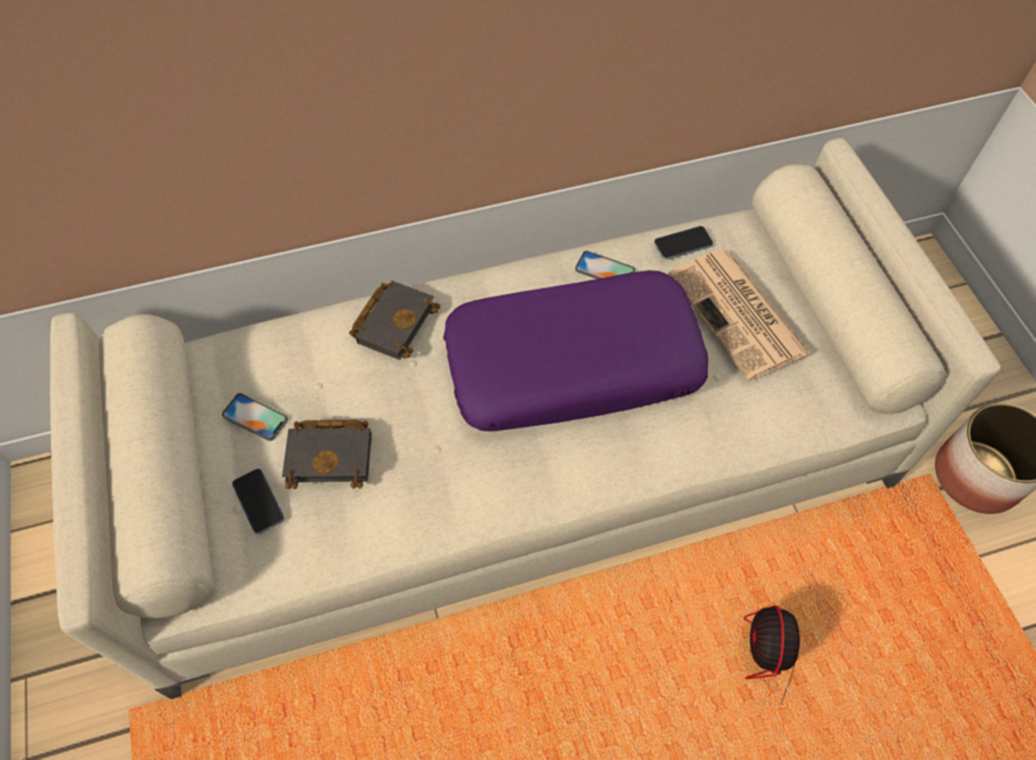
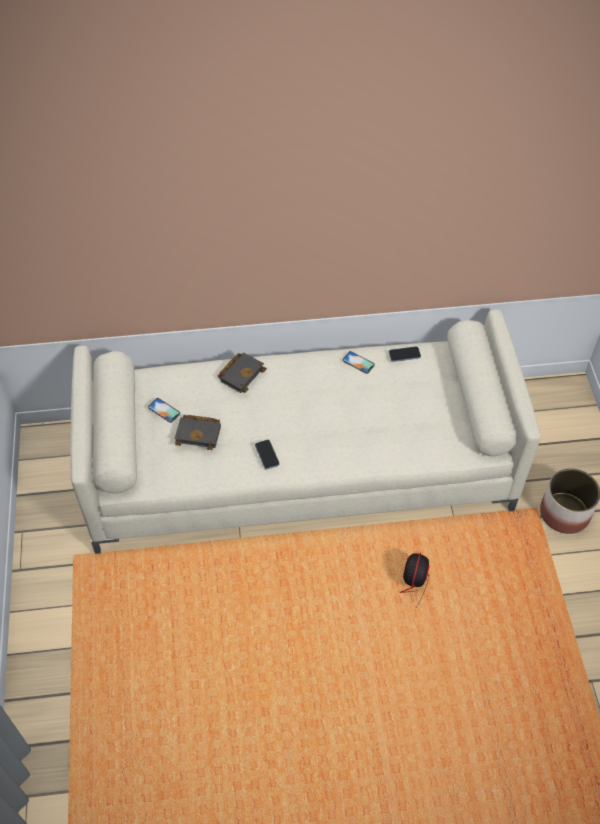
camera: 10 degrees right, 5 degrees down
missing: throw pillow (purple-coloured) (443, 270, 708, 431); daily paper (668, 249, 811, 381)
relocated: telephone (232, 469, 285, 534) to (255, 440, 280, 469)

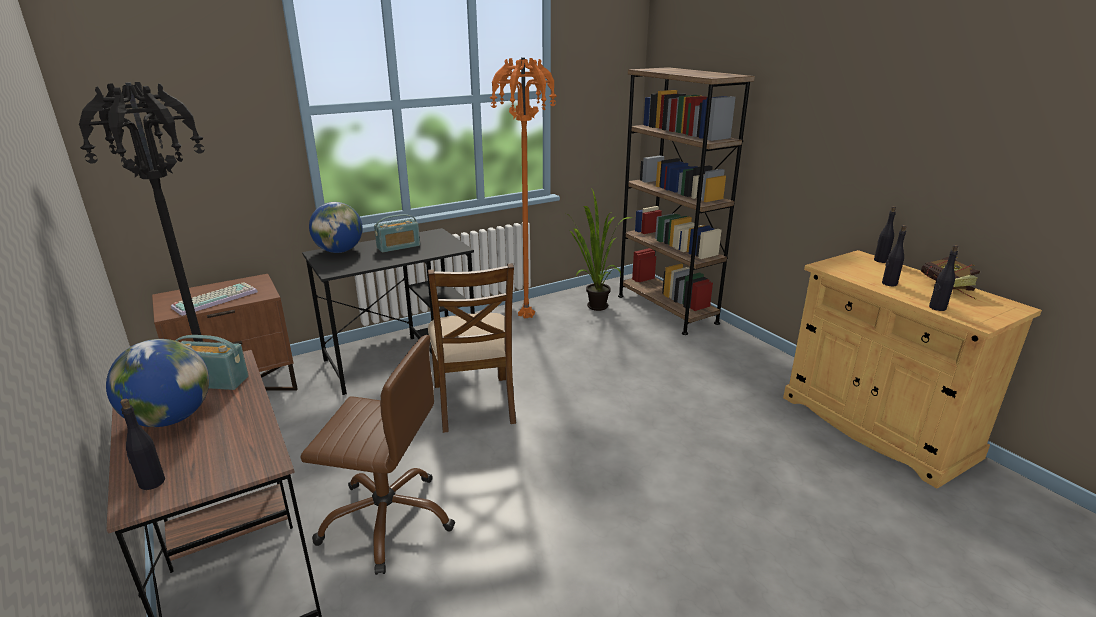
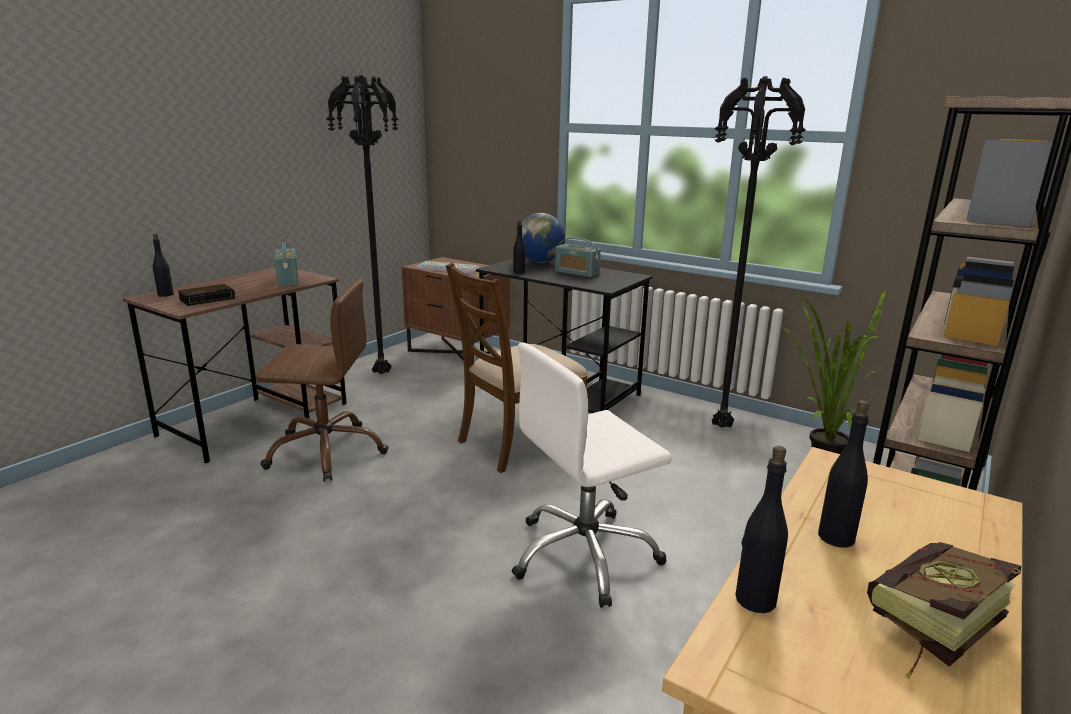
camera: 65 degrees right, 5 degrees down
missing: globe (106, 339, 209, 427)
appeared: table clock (178, 284, 235, 306); desk chair (white) (512, 343, 672, 608)
relocated: beverage bottle (black-coloured) (874, 206, 896, 263) to (513, 220, 526, 274)
colour: standard lamp (orange) (490, 57, 557, 319) to standard lamp (black-coloured) (712, 76, 806, 428)
spun: desk chair (brown-coloured) (300, 335, 455, 575) = (256, 279, 389, 482) 75 degrees counterclockwise

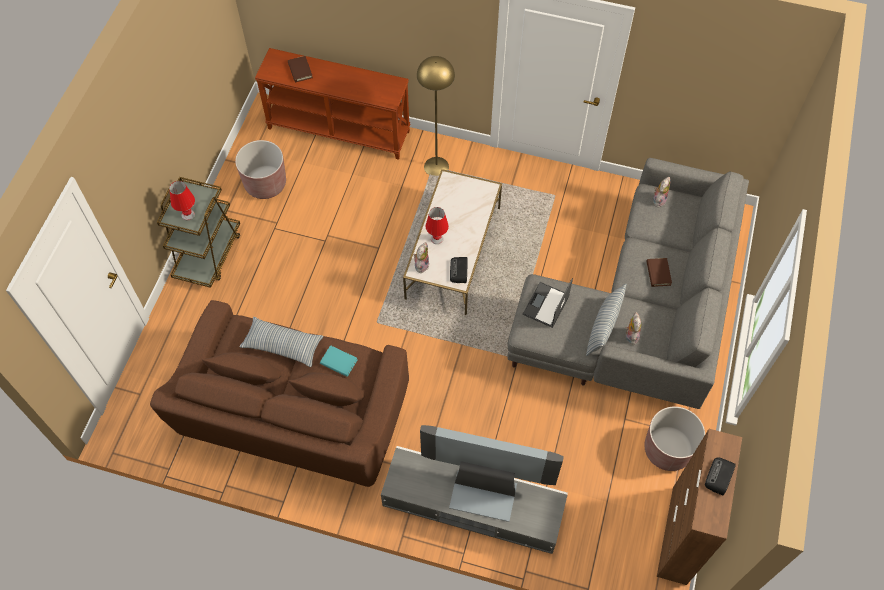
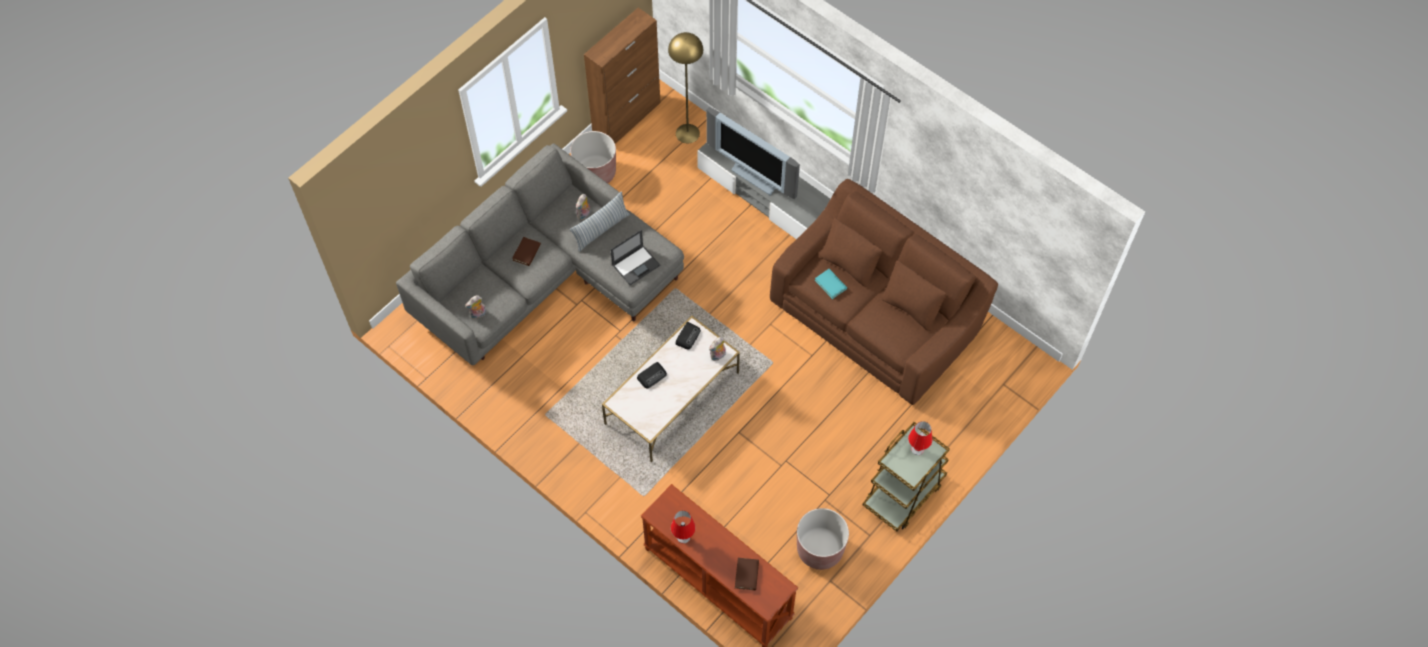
camera: 155 degrees left, 0 degrees up
missing: throw pillow (239, 317, 324, 367)
relocated: standard lamp (yellow-coloured) (417, 56, 455, 176) to (668, 32, 703, 143); tabletop lamp (red) (425, 207, 449, 244) to (671, 511, 695, 543); radio set (705, 457, 736, 496) to (637, 362, 667, 388)

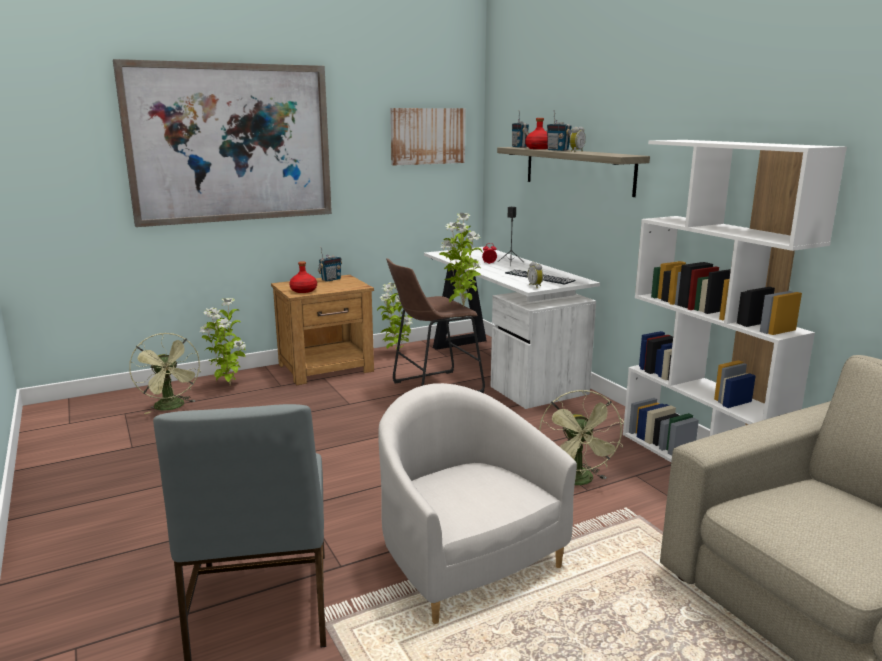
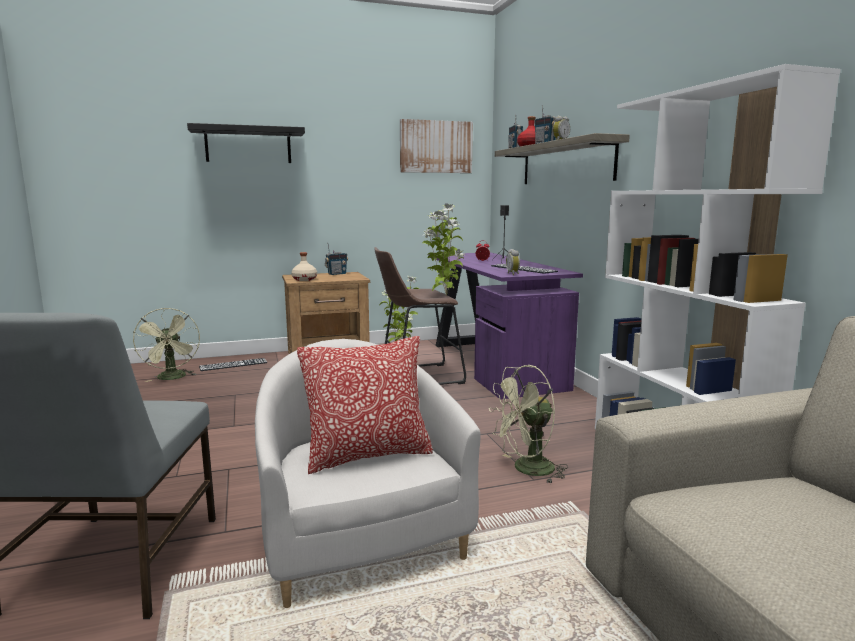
camera: 10 degrees right, 5 degrees down
appeared: throw pillow (297, 336, 433, 474)
exchanged: wall art (113, 59, 332, 227) to wall shelf (black-coloured) (187, 123, 305, 163); potted plant (199, 298, 246, 386) to keyboard (199, 358, 267, 371)
colour: beverage bottle (red) (289, 261, 317, 293) to beverage bottle (beige-coloured) (291, 252, 317, 281); desk table (white) (424, 247, 600, 409) to desk table (purple-coloured) (431, 252, 583, 400)
spun: cooling fan (green-coloured) (539, 390, 624, 485) = (489, 365, 568, 484) 60 degrees clockwise

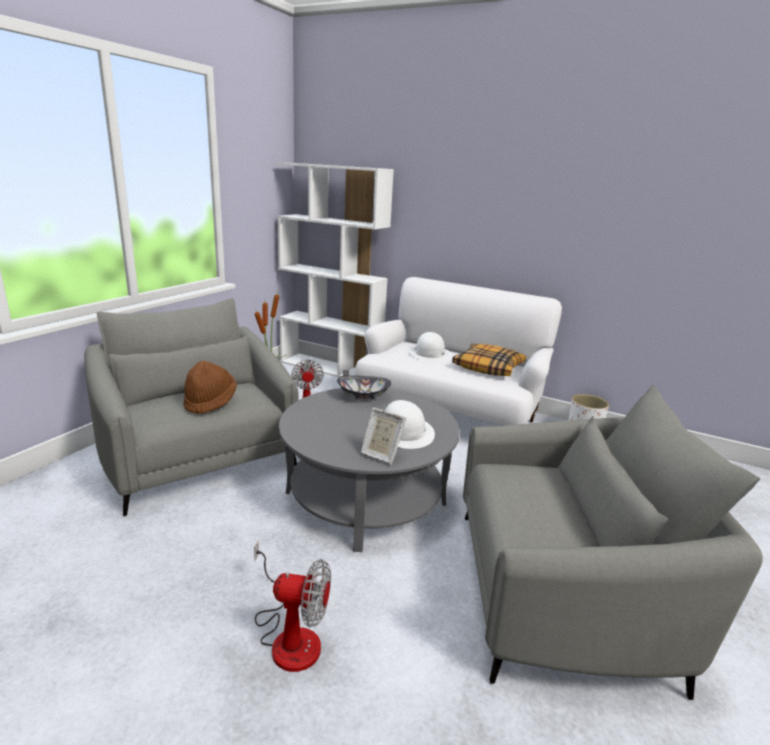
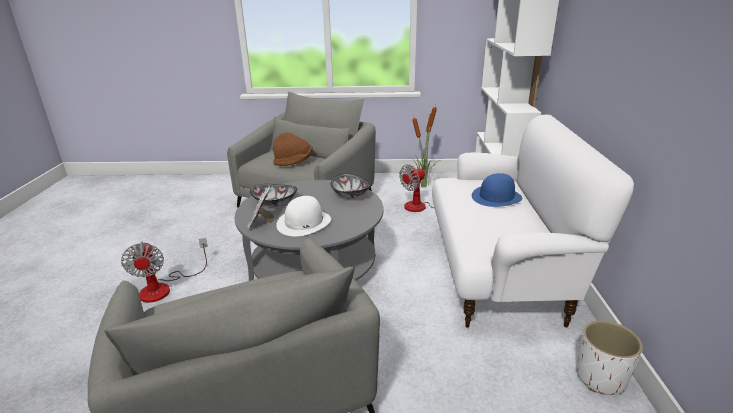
camera: 65 degrees right, 5 degrees up
missing: throw pillow (452, 344, 526, 376)
appeared: serving bowl (250, 184, 297, 207)
colour: clothing hat (white) (409, 332, 452, 362) to clothing hat (blue-coloured) (472, 173, 522, 207)

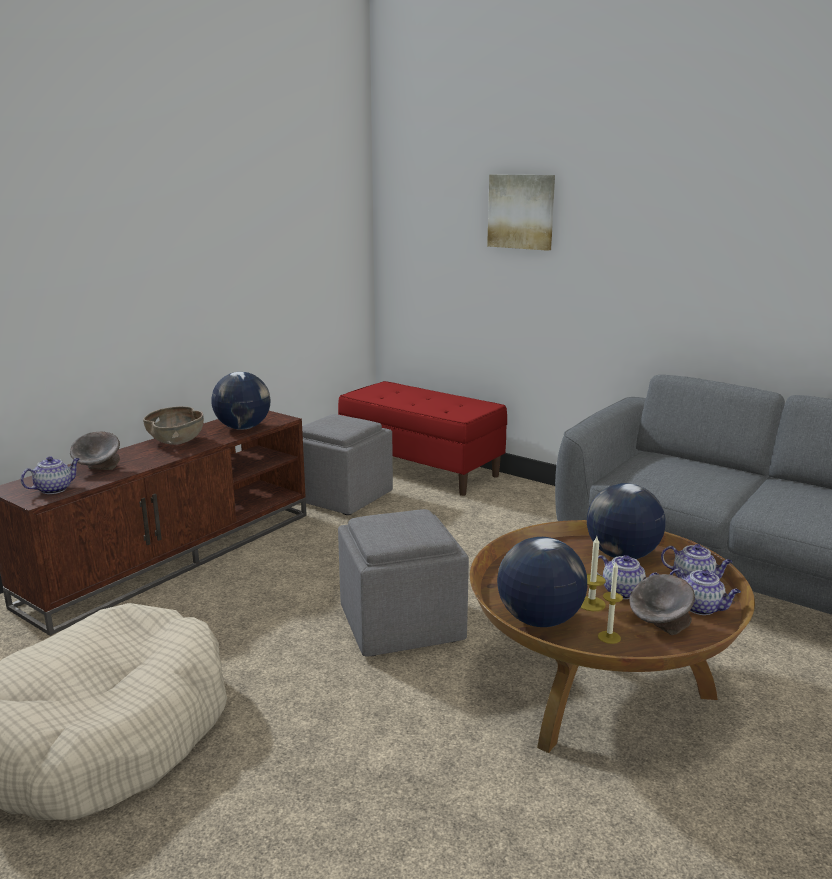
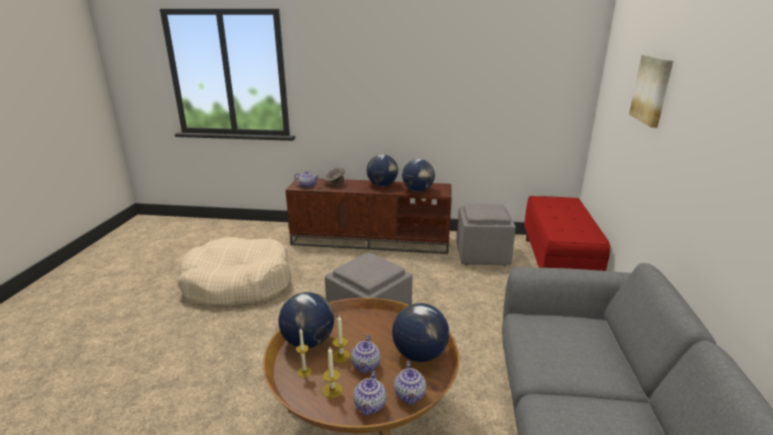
camera: 60 degrees right, 5 degrees up
exchanged: serving bowl (brown-coloured) (143, 406, 204, 445) to globe (367, 154, 398, 186); serving bowl (gray) (629, 574, 695, 635) to candle (322, 347, 343, 398)

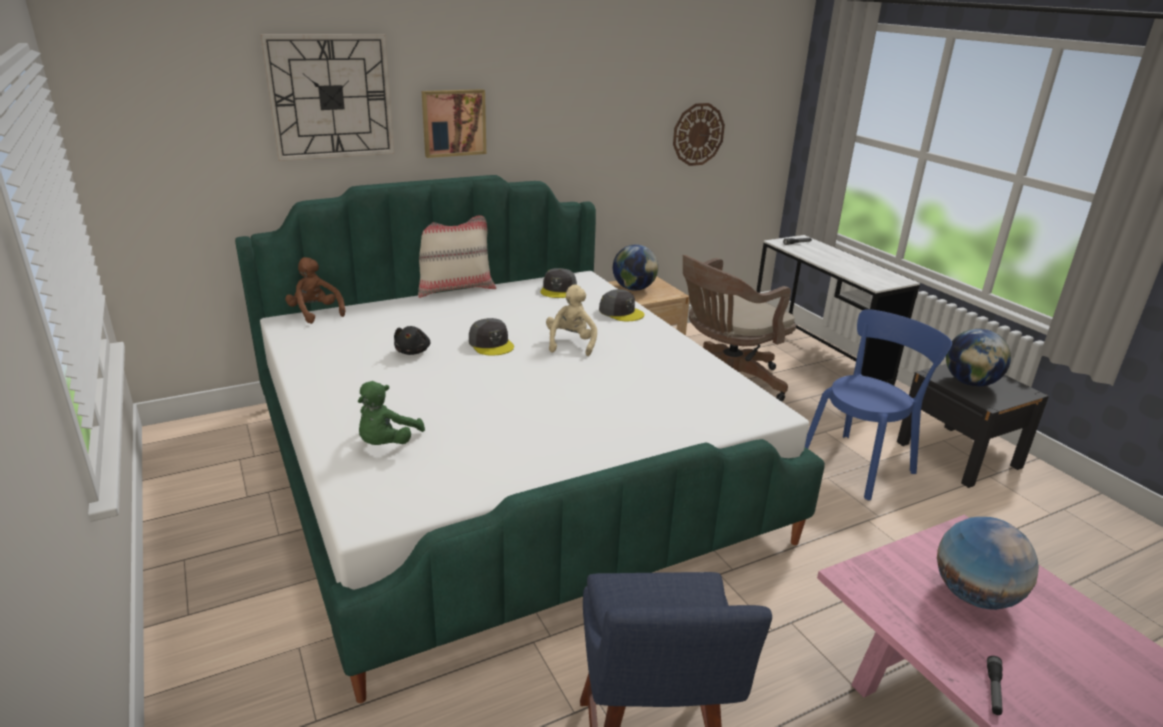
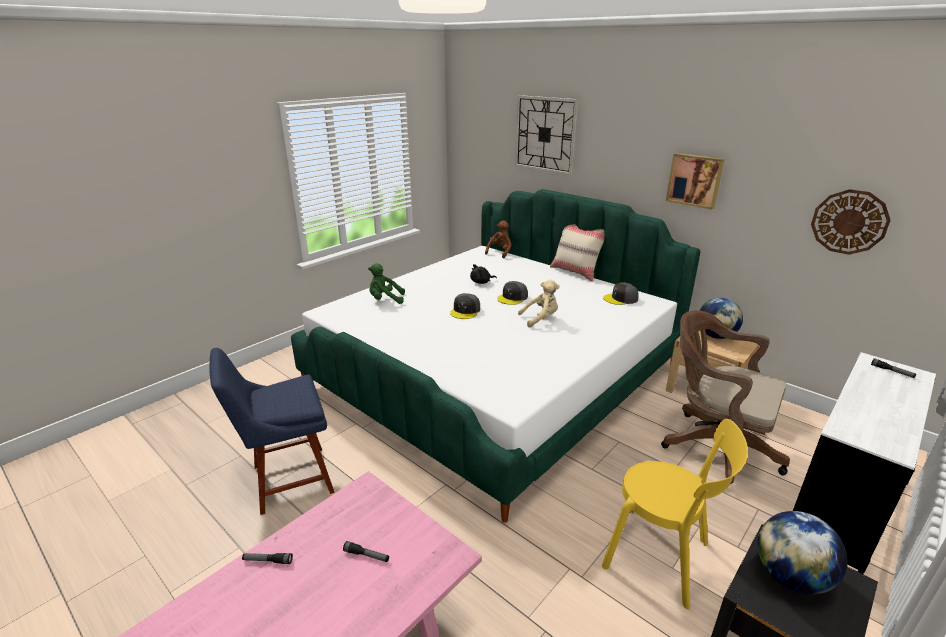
camera: 70 degrees right, 0 degrees up
relocated: wall art (422, 89, 486, 158) to (666, 153, 724, 209); cap (gray) (599, 289, 644, 321) to (450, 293, 480, 319)
exchanged: globe (937, 517, 1039, 610) to flashlight (343, 541, 389, 562)
colour: upright chair (blue-coloured) (805, 309, 952, 500) to upright chair (yellow-coloured) (602, 419, 748, 610)

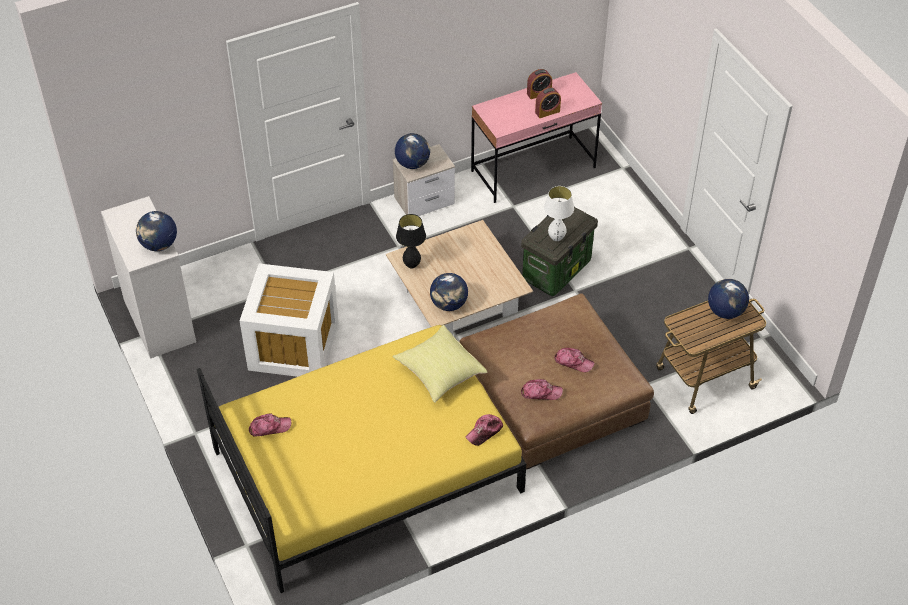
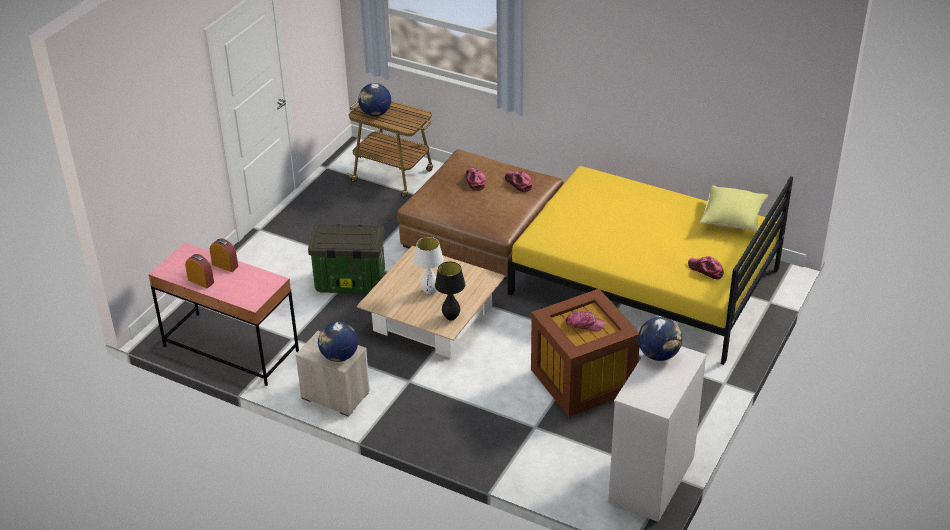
camera: 125 degrees left, 10 degrees down
missing: globe (430, 273, 468, 311)
relocated: throw pillow (yellow-coloured) (392, 325, 487, 403) to (699, 185, 768, 232); cap (465, 414, 504, 446) to (566, 311, 606, 331); tabletop lamp (white) (544, 186, 574, 241) to (414, 237, 444, 295)
colour: storage box (white) (240, 263, 338, 377) to storage box (brown-coloured) (531, 289, 639, 417)

